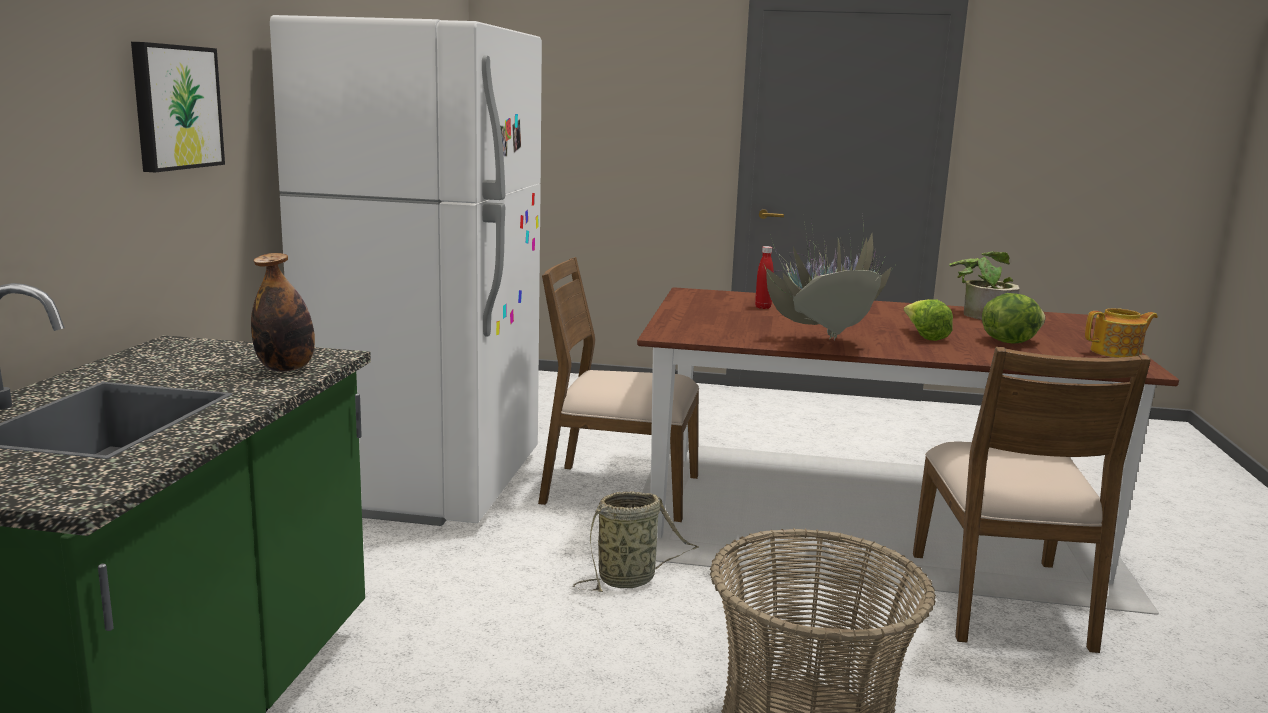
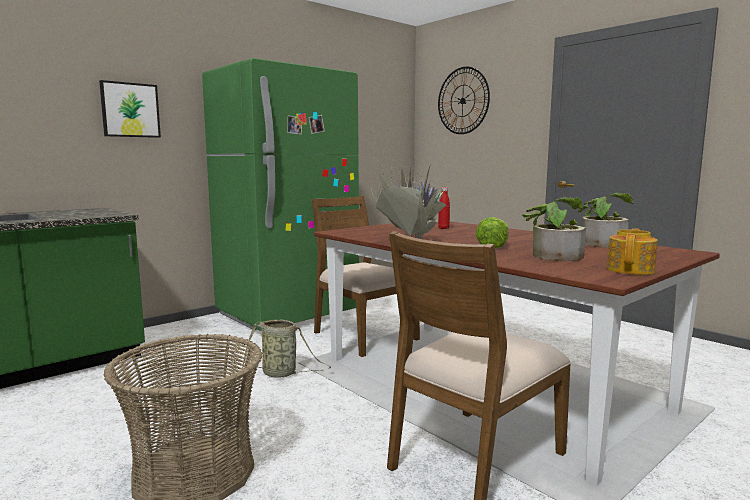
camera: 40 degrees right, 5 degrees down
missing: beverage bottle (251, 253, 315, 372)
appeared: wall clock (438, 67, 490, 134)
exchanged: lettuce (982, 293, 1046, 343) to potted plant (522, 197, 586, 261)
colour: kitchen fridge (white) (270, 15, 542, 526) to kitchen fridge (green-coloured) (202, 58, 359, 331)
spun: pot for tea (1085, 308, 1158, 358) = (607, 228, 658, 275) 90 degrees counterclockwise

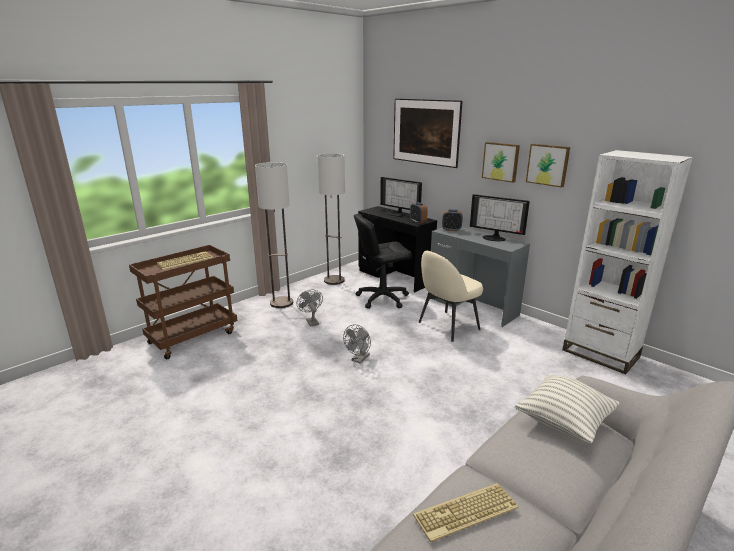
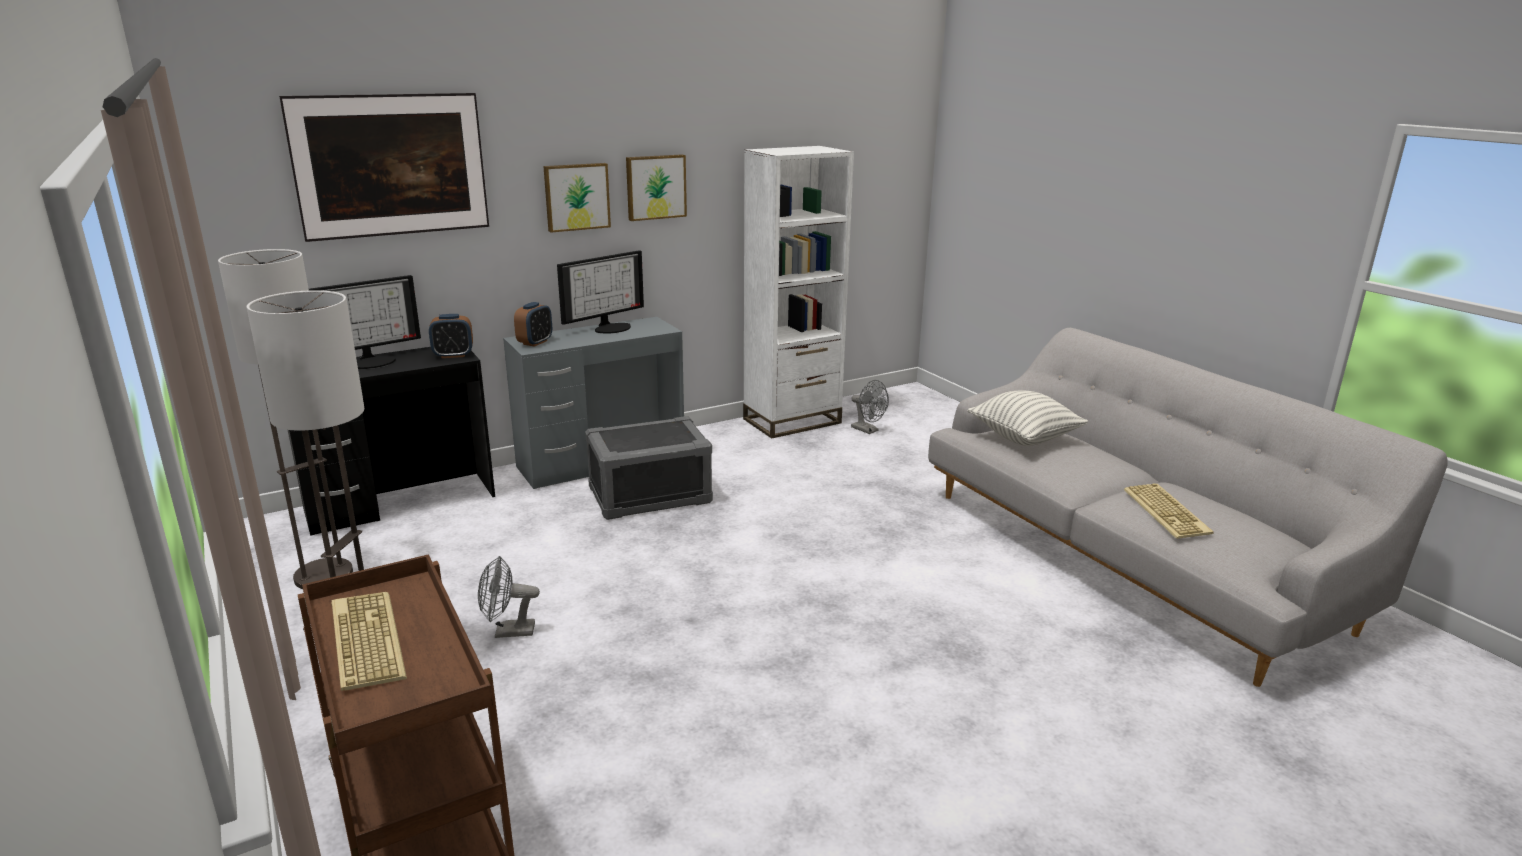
camera: 75 degrees left, 0 degrees up
missing: desk chair (black-coloured) (354, 214, 412, 309)
relocated: cooling fan (gray) (343, 325, 371, 364) to (851, 380, 889, 434)
exchanged: upright chair (beige-coloured) (419, 250, 483, 342) to storage box (gray) (585, 416, 713, 520)

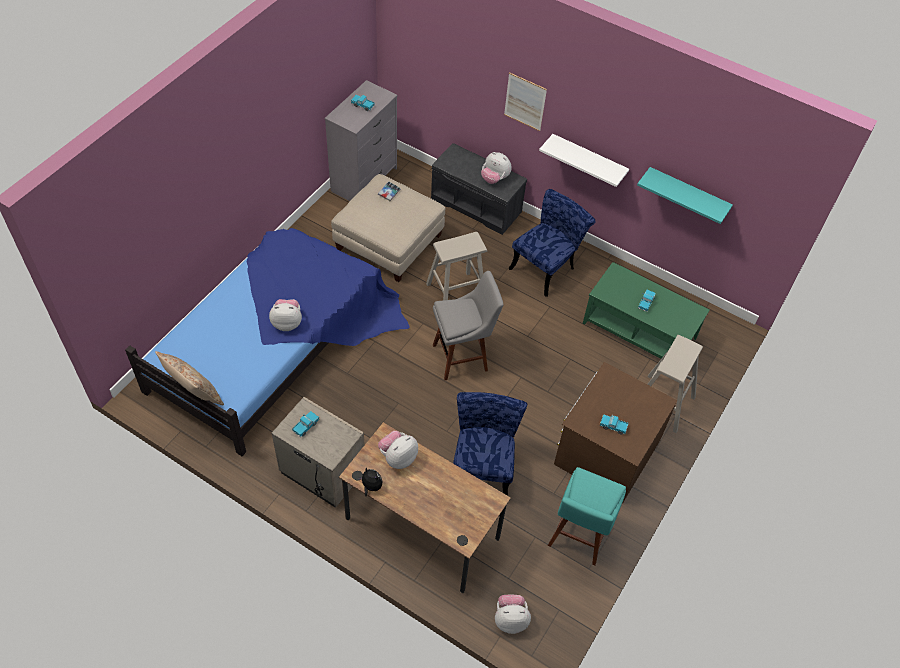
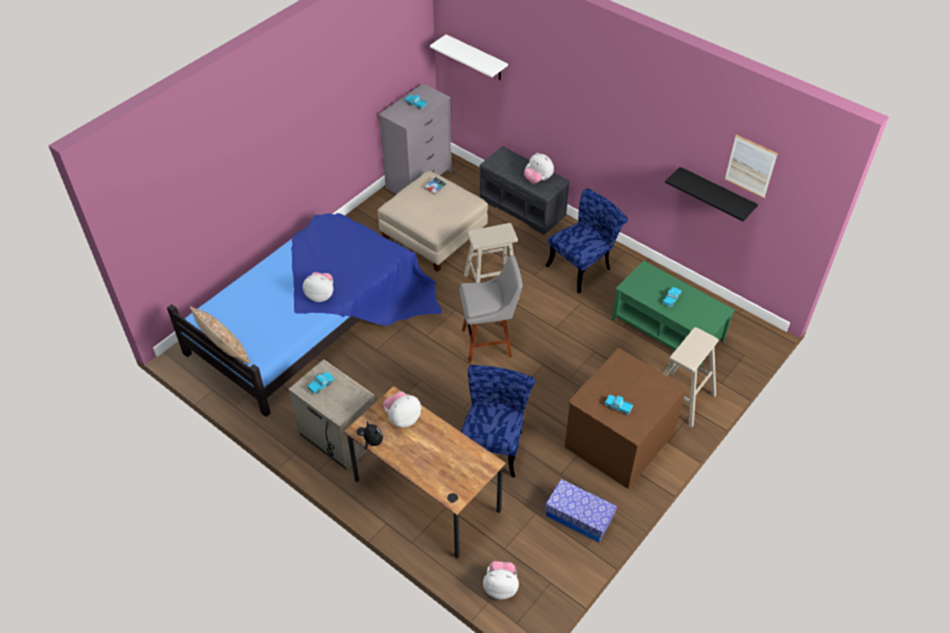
camera: 10 degrees right, 5 degrees down
relocated: wall art (504, 72, 547, 131) to (725, 135, 778, 198); wall shelf (white) (539, 134, 629, 187) to (430, 34, 508, 80)
exchanged: stool (turquoise-coloured) (548, 467, 626, 566) to storage box (545, 479, 617, 543)
colour: wall shelf (turquoise-coloured) (637, 167, 733, 224) to wall shelf (black-coloured) (665, 167, 758, 221)

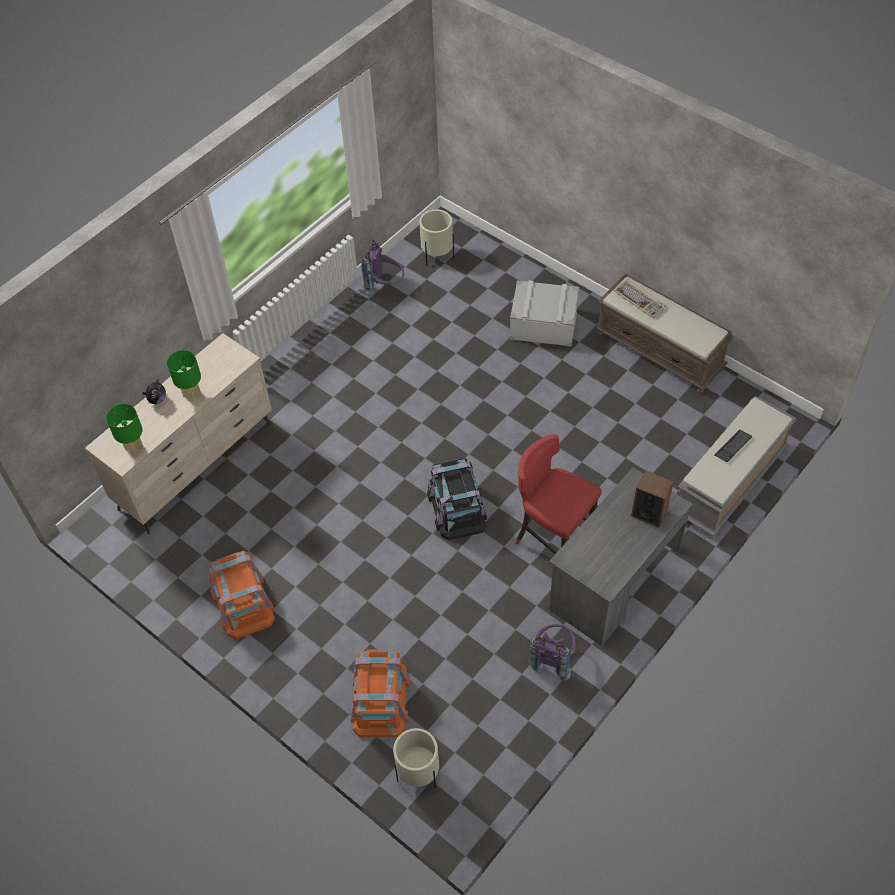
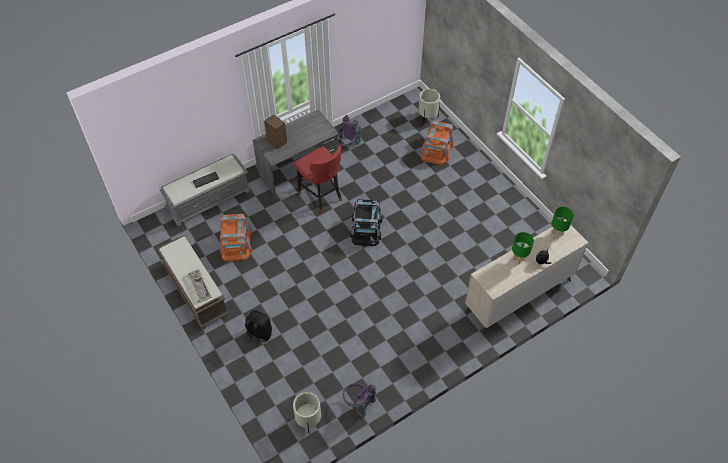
camera: 165 degrees left, 0 degrees up
relocated: storage box (orange) (208, 551, 275, 639) to (220, 214, 252, 261)
exchanged: storage box (gray) (510, 280, 579, 347) to backpack (black-coloured) (245, 310, 272, 347)

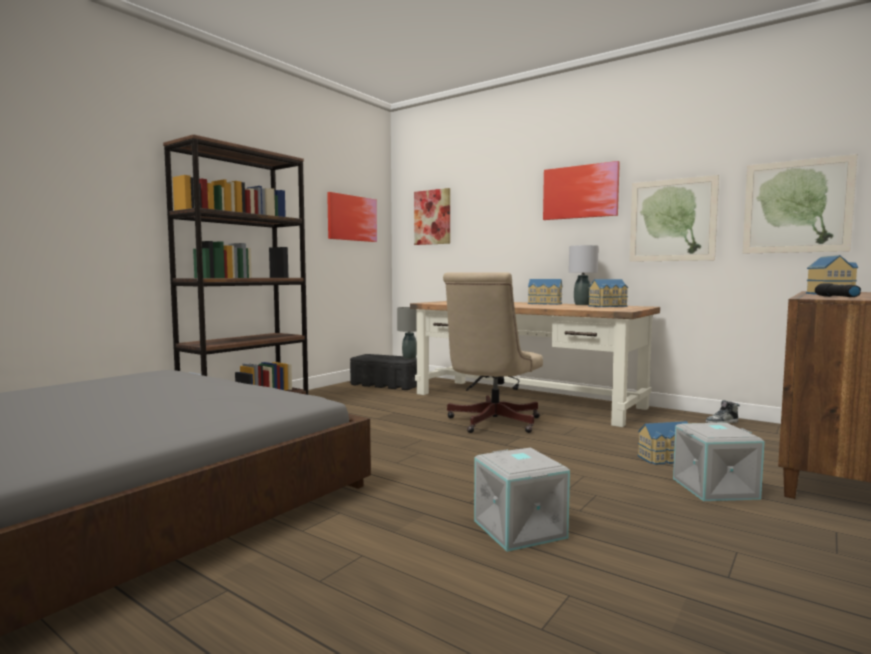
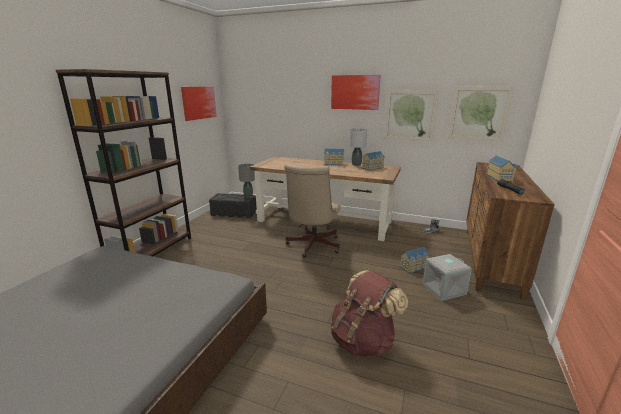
camera: 15 degrees left, 15 degrees up
missing: wall art (414, 188, 450, 245)
exchanged: storage box (gray) (474, 448, 570, 552) to backpack (brown-coloured) (330, 270, 408, 357)

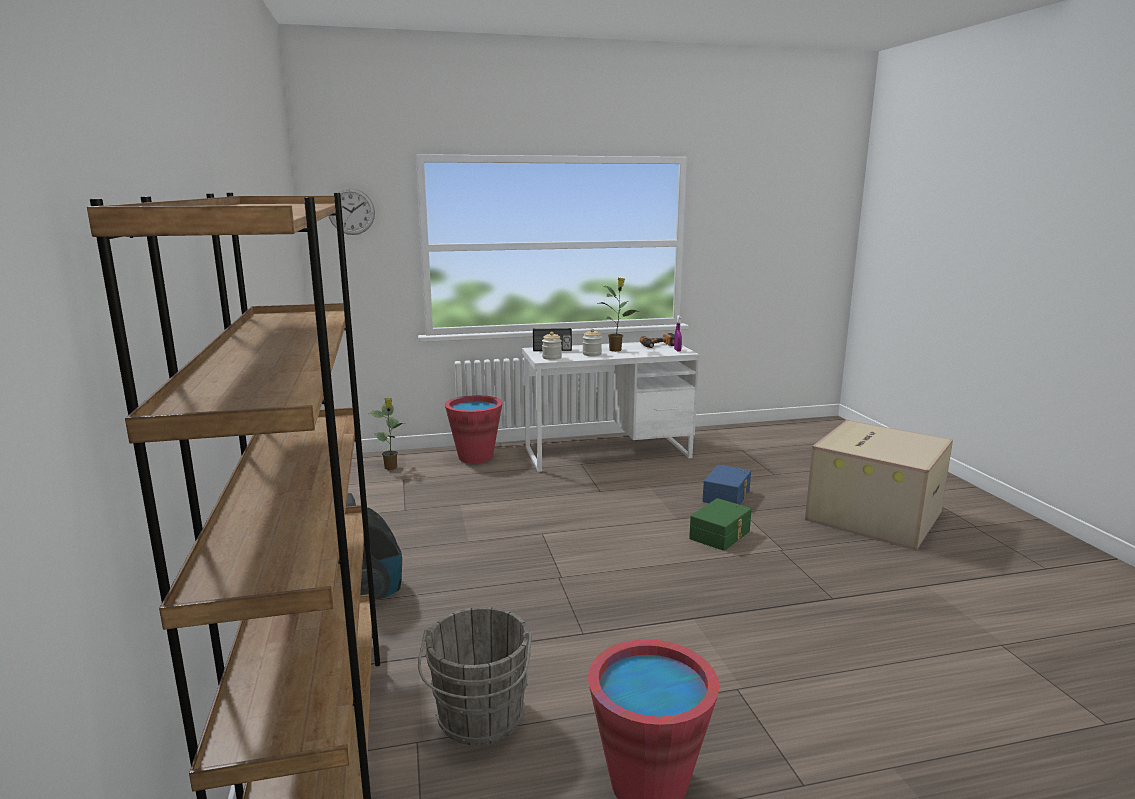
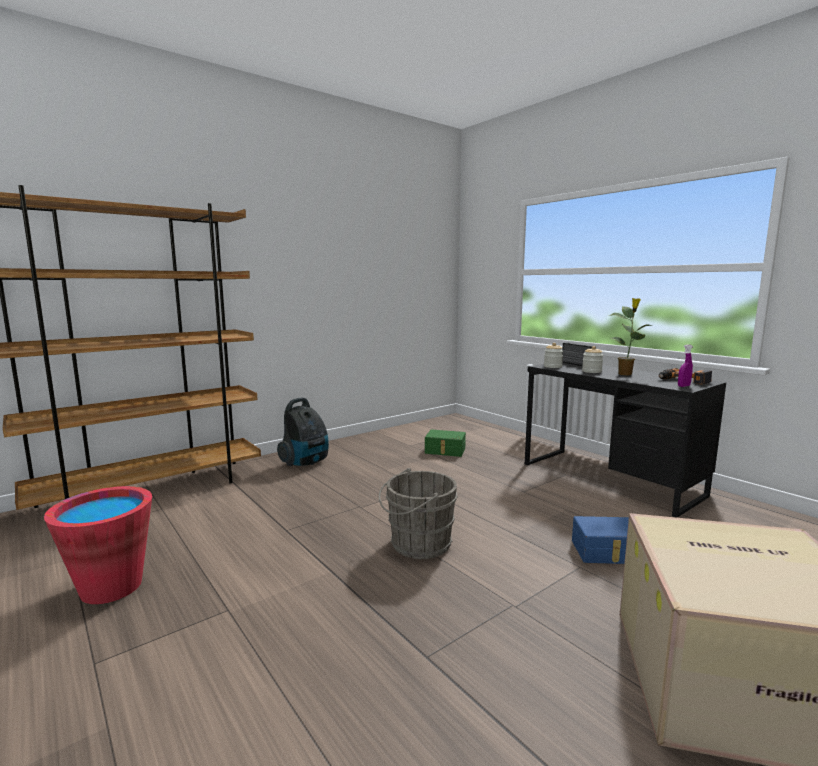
camera: 65 degrees right, 5 degrees down
missing: wall clock (329, 188, 375, 235); potted plant (367, 398, 405, 470); bucket (red) (445, 395, 503, 463)
relocated: bucket (gray) (418, 607, 532, 746) to (379, 468, 458, 559); storage box (green-coloured) (689, 498, 752, 551) to (425, 429, 466, 457)
colour: desk table (white) (522, 342, 699, 472) to desk table (black-coloured) (525, 363, 726, 518)

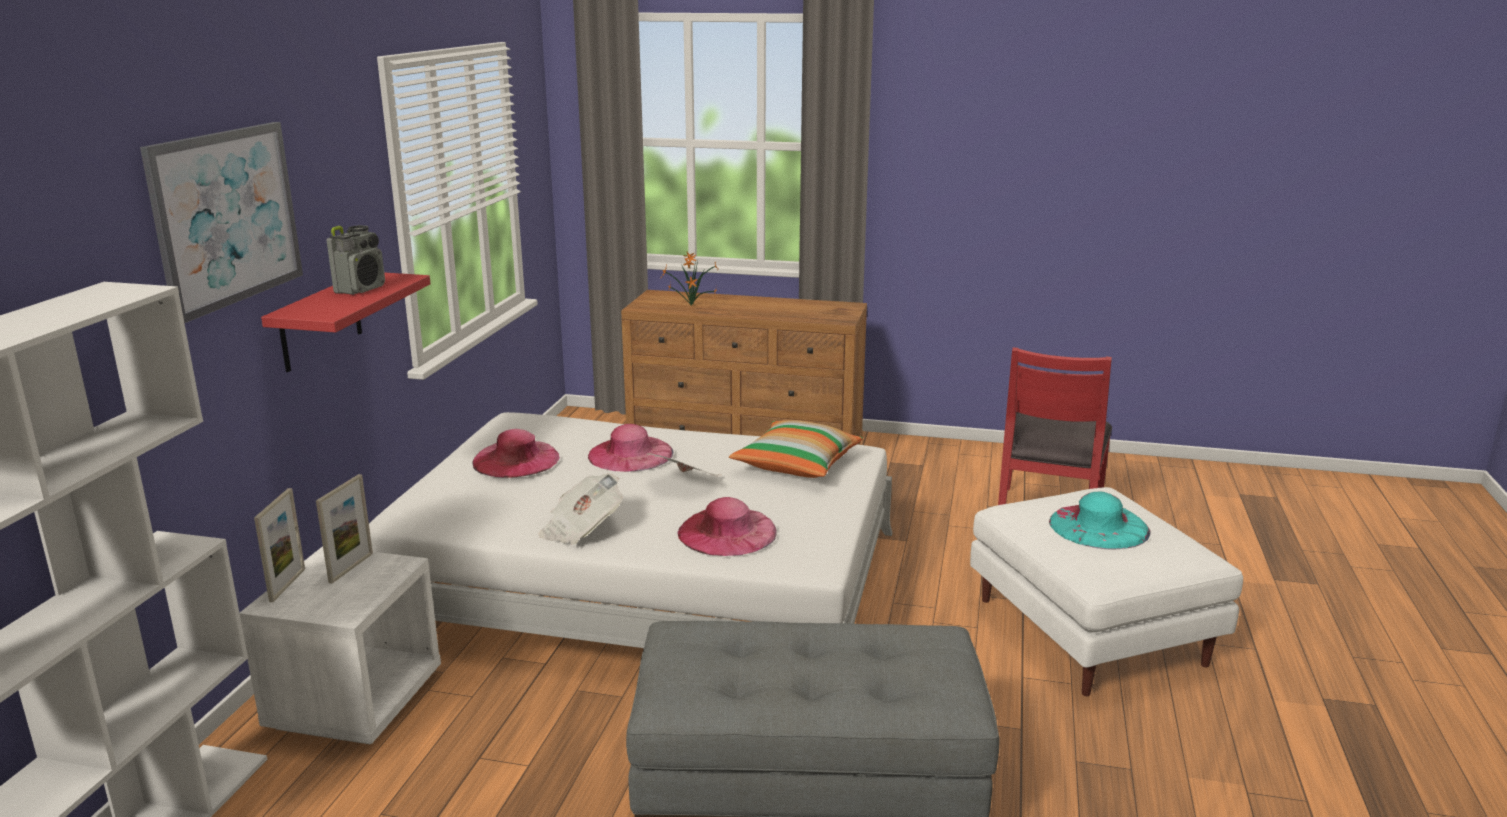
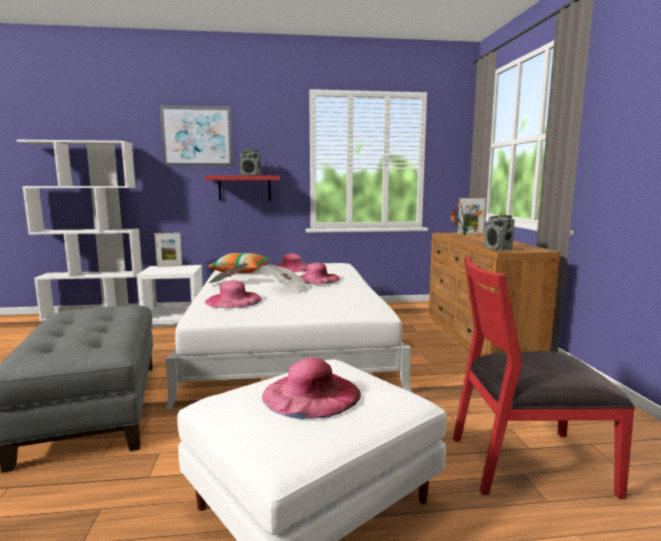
camera: 70 degrees right, 10 degrees down
appeared: radio set (484, 212, 515, 250)
relocated: picture frame (316, 474, 373, 584) to (458, 198, 486, 234); throw pillow (729, 420, 863, 478) to (207, 253, 271, 273)
colour: clothing hat (turquoise-coloured) (1049, 492, 1151, 550) to clothing hat (pink) (262, 358, 361, 419)

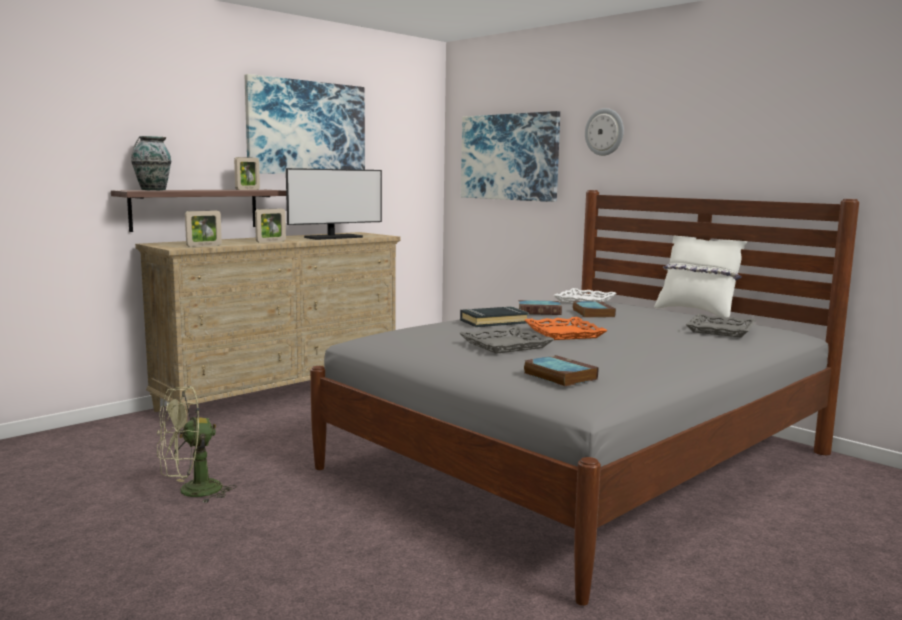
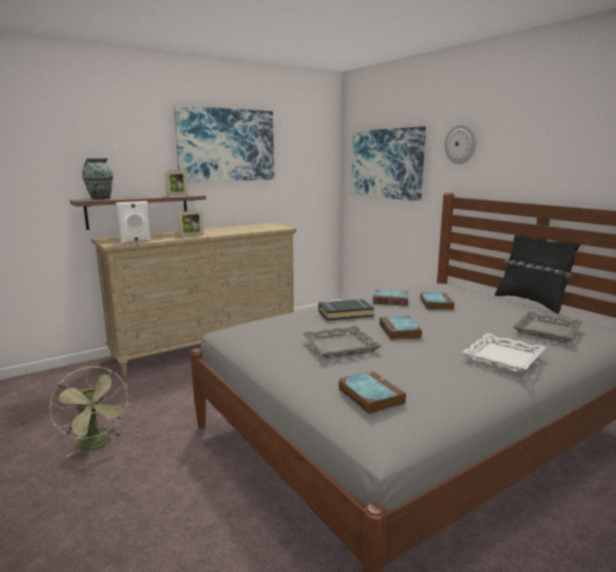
camera: 10 degrees right, 5 degrees up
missing: computer screen (286, 168, 382, 240)
relocated: carrying tray (white) (553, 288, 616, 303) to (462, 333, 546, 373)
exchanged: picture frame (185, 210, 222, 247) to audio speaker (white) (116, 201, 151, 244); carrying tray (orange) (525, 317, 608, 340) to volume (379, 316, 422, 340)
colour: throw pillow (white) (654, 236, 747, 318) to throw pillow (black-coloured) (495, 235, 581, 314)
spun: cooling fan (green-coloured) (157, 386, 237, 504) = (50, 366, 130, 458) 105 degrees counterclockwise

